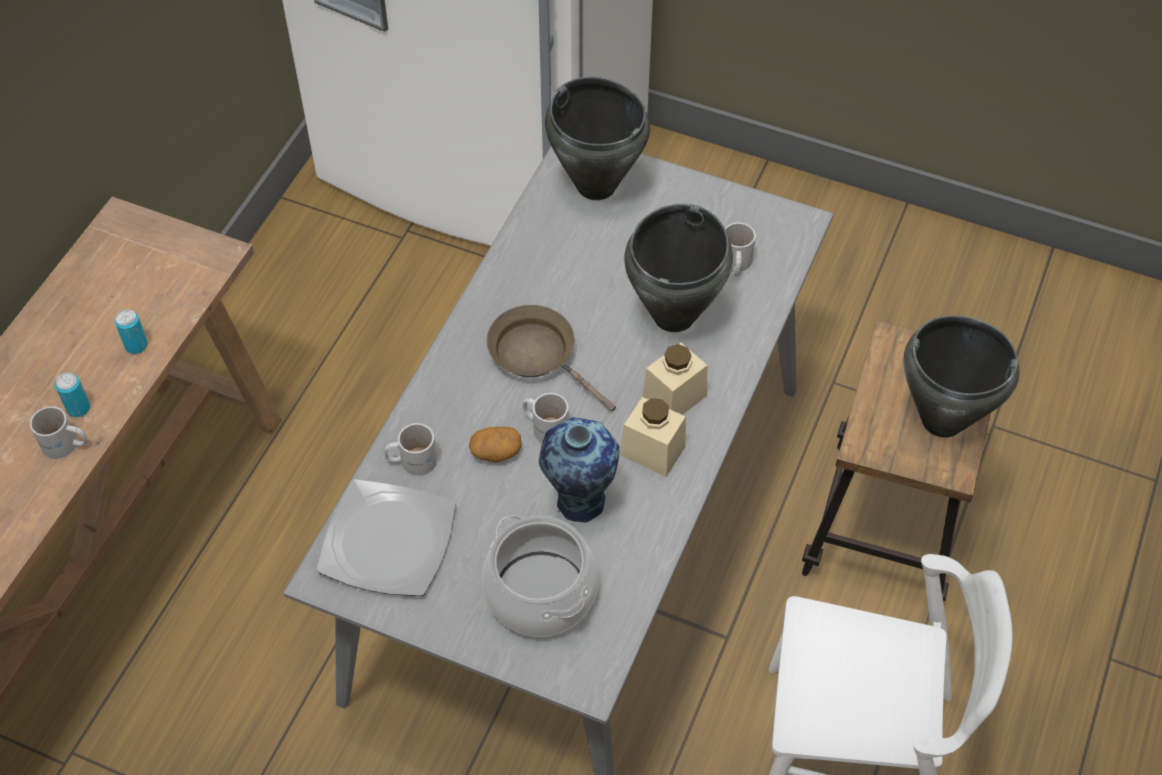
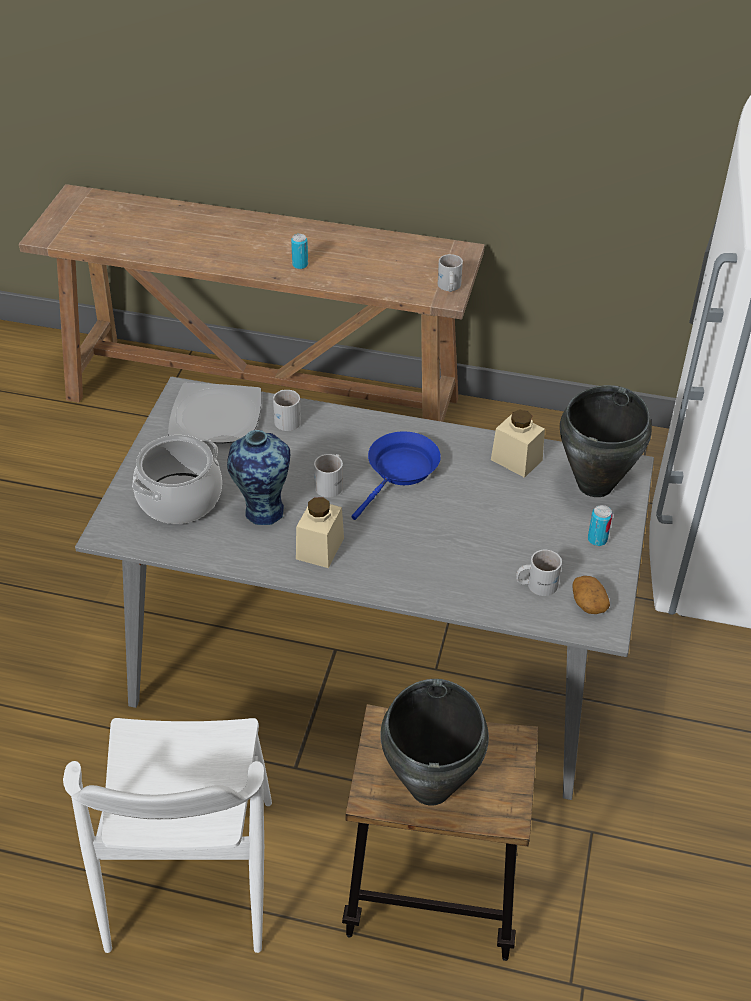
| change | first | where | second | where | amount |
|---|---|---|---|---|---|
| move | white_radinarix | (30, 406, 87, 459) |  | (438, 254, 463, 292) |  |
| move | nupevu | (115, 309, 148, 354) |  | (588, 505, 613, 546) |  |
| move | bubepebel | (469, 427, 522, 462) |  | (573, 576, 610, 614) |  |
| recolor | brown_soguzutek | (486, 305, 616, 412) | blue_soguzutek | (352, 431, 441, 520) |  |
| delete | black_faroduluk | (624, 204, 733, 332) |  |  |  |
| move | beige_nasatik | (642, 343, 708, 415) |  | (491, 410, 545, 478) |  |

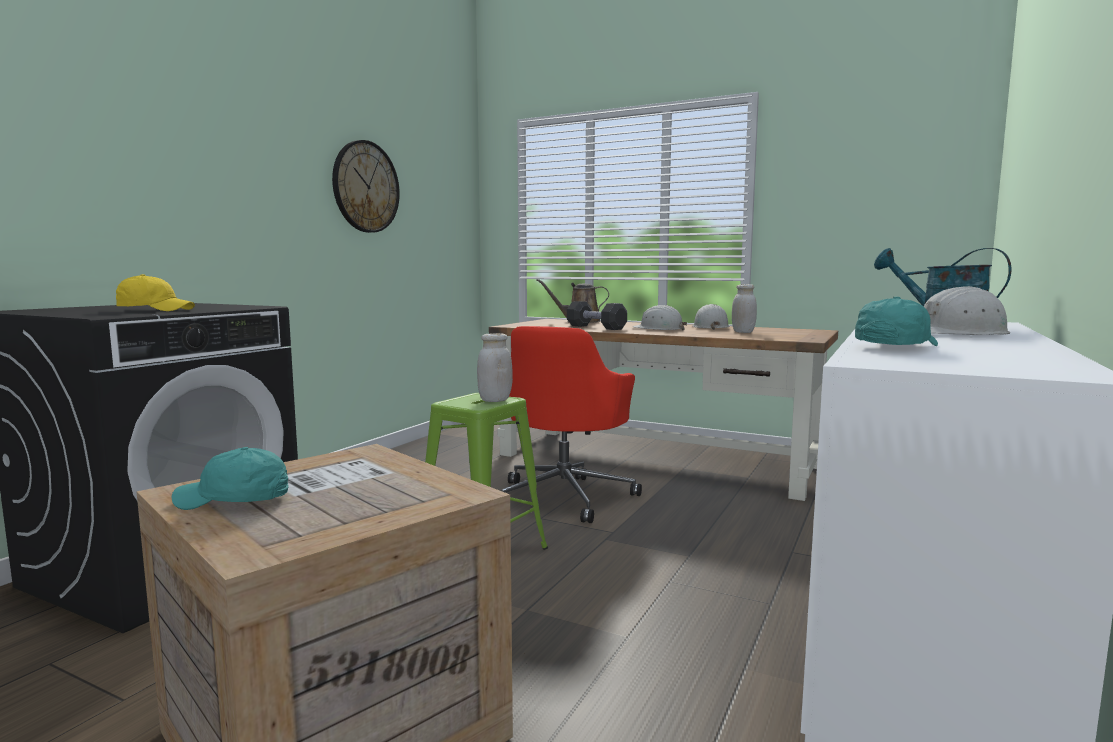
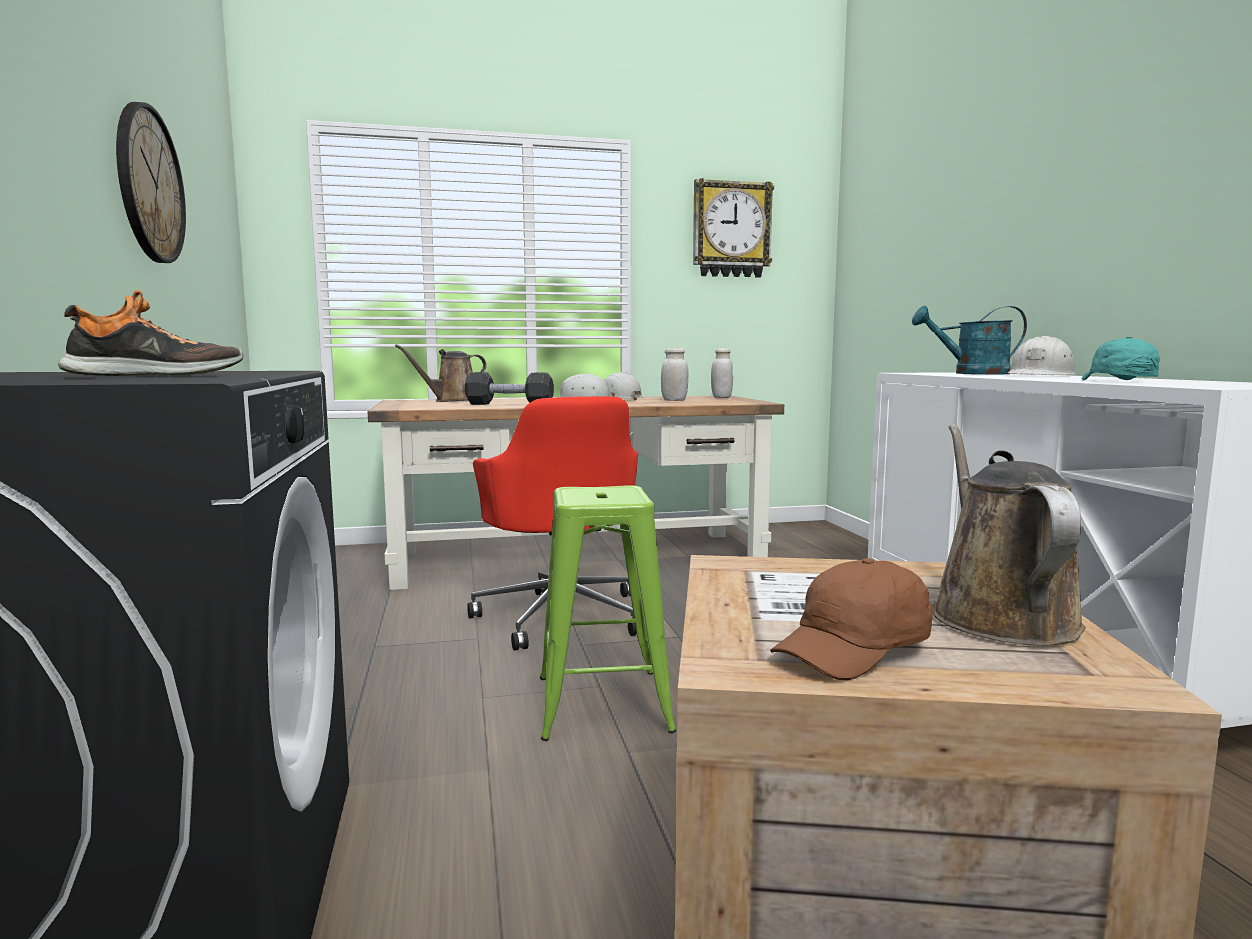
| change | first | where | second | where | amount |
|---|---|---|---|---|---|
| replace | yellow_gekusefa | (116, 274, 195, 311) | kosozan | (58, 290, 243, 376) |  |
| recolor | turquoise_gekusefa | (172, 447, 289, 510) | brown_gekusefa | (770, 558, 933, 680) |  |
| move | white_nasatik | (477, 333, 513, 402) |  | (711, 348, 733, 398) |  |
| insert |  |  | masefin | (693, 178, 774, 277) |  |
| insert |  |  | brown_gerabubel | (932, 424, 1086, 646) |  |

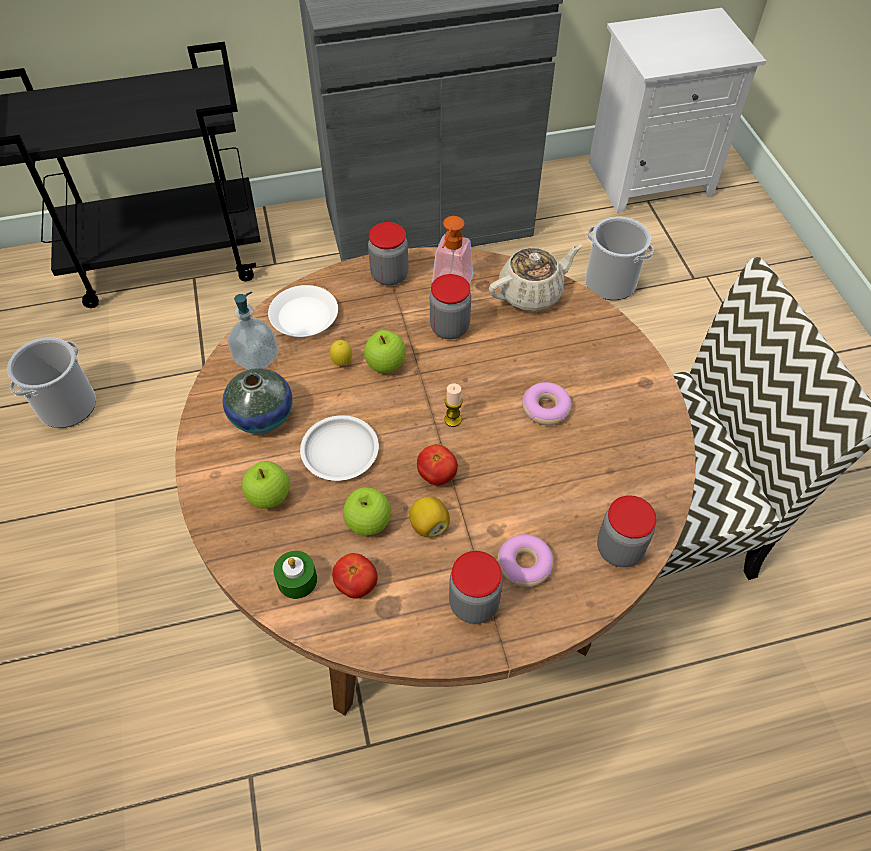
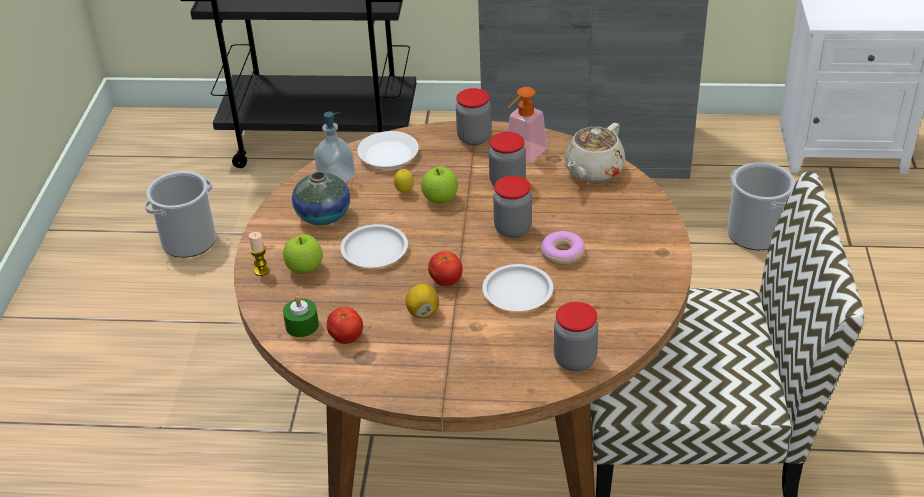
| change | first | where | second | where | amount |
|---|---|---|---|---|---|
| delete | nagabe | (343, 487, 391, 536) |  |  |  |
| move | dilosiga | (444, 384, 463, 427) |  | (249, 232, 270, 276) |  |
| move | nasatik | (449, 551, 503, 624) |  | (493, 176, 532, 238) |  |
| rotate | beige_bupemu | (489, 244, 582, 311) |  | (564, 123, 626, 182) | 135 degrees clockwise |
| delete | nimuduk | (497, 534, 554, 587) |  |  |  |
| insert |  |  | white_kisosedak | (482, 264, 553, 311) |  |

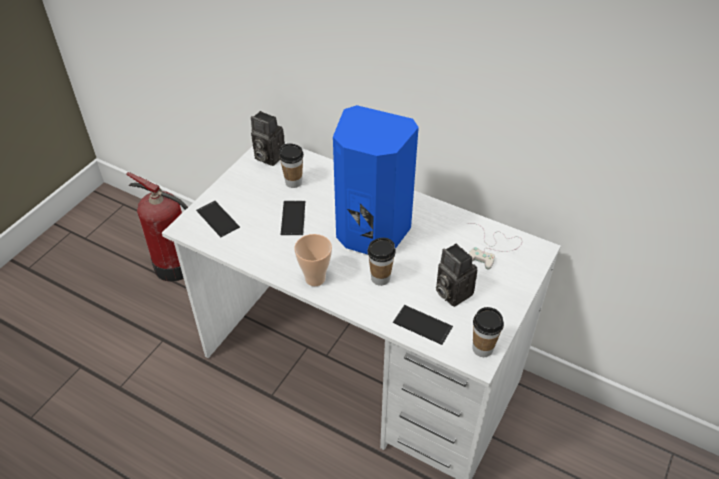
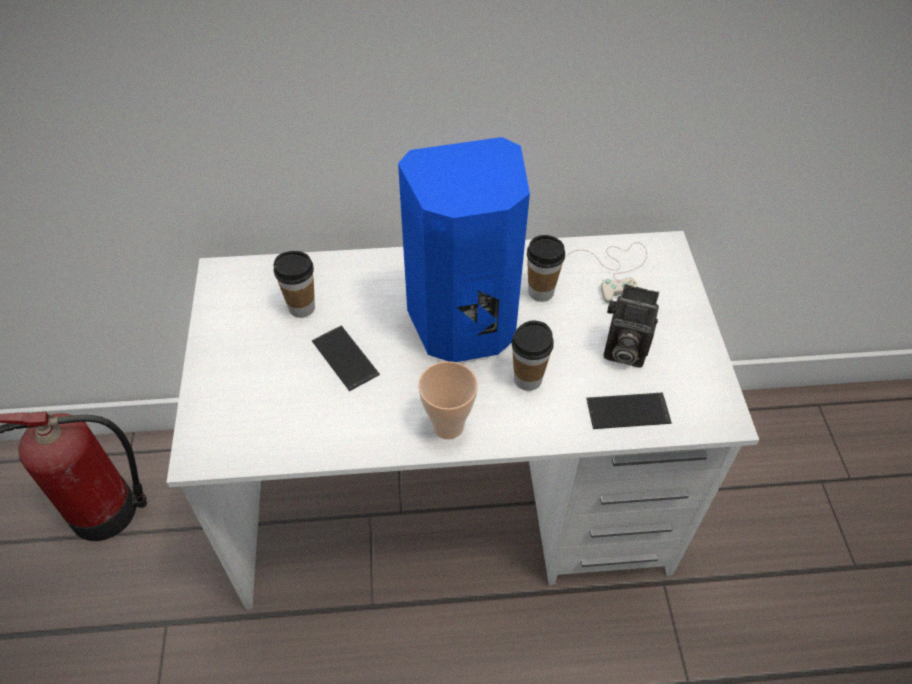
| change | first | where | second | where | amount |
|---|---|---|---|---|---|
| delete | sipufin | (196, 201, 240, 237) |  |  |  |
| delete | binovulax | (251, 111, 285, 166) |  |  |  |
| move | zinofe | (473, 307, 504, 357) |  | (527, 235, 565, 302) |  |

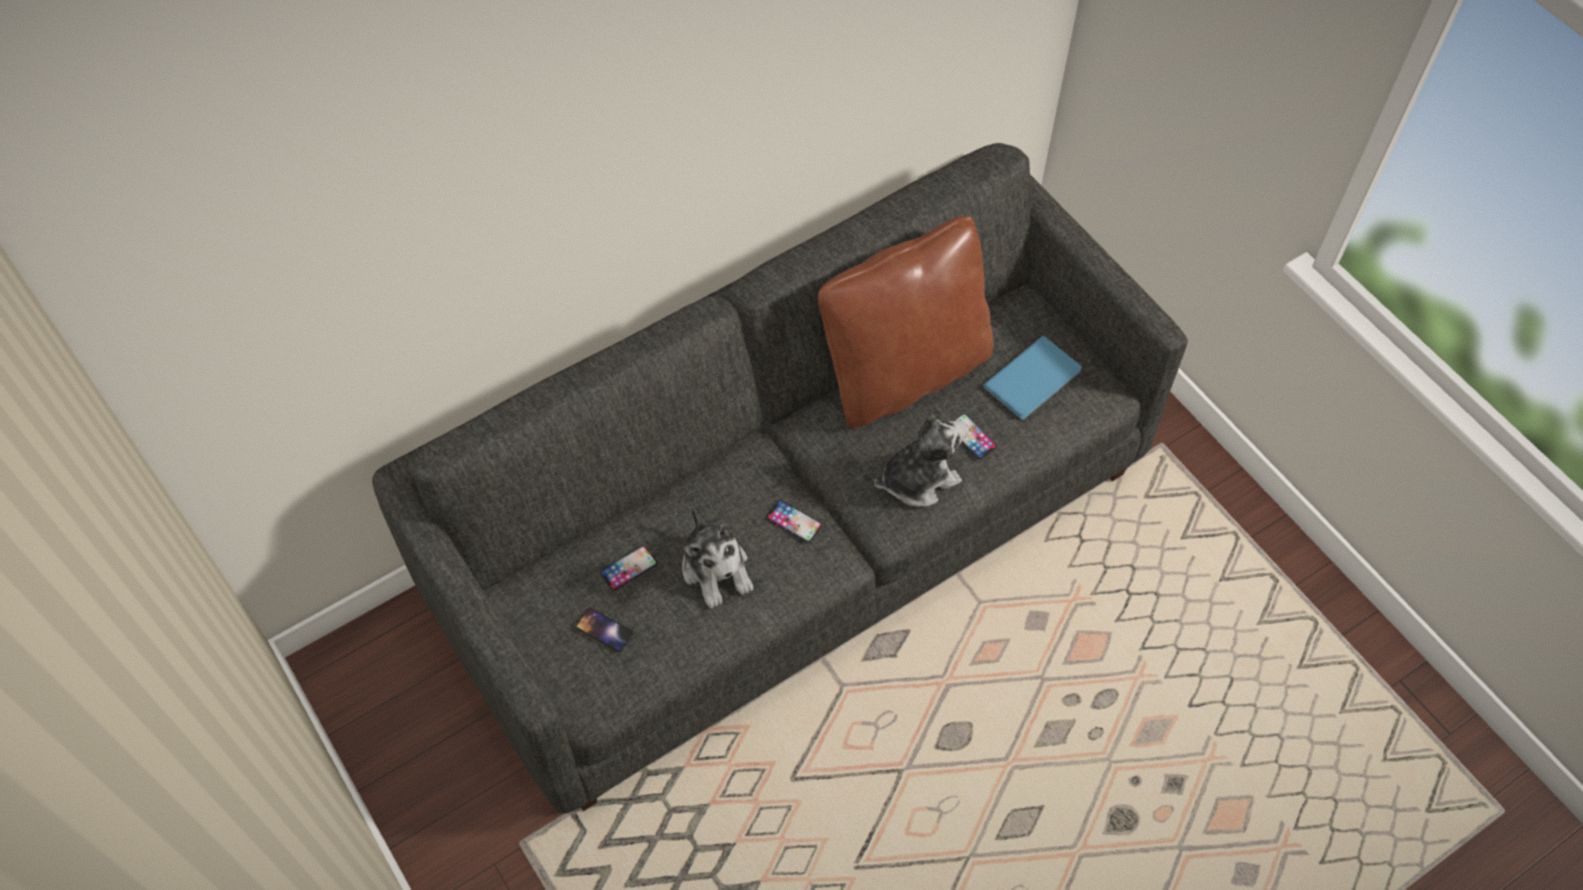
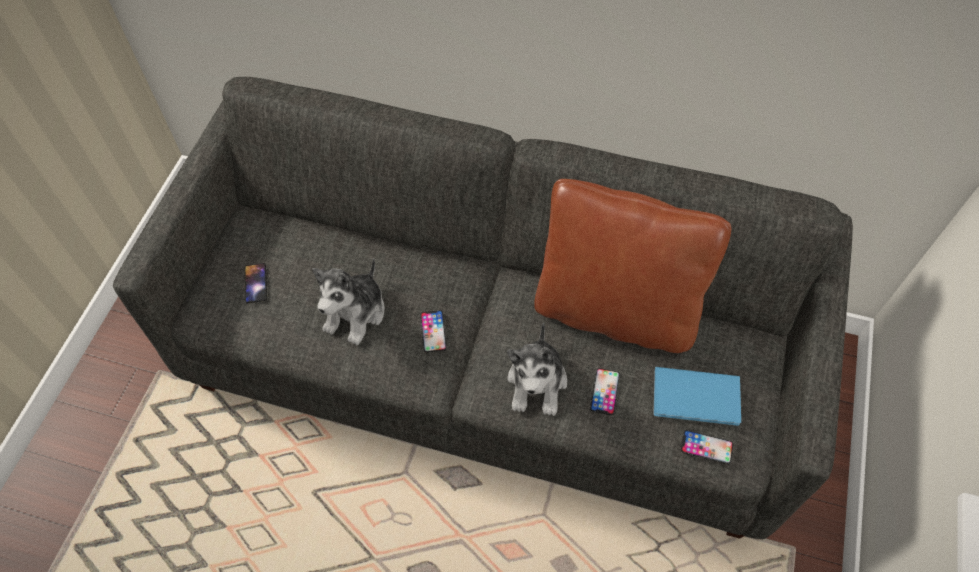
| change | first | where | second | where | amount |
|---|---|---|---|---|---|
| move | sipufin | (600, 546, 657, 591) |  | (681, 430, 733, 464) |  |
| rotate | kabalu | (874, 414, 969, 507) |  | (507, 322, 567, 416) | 75 degrees clockwise |

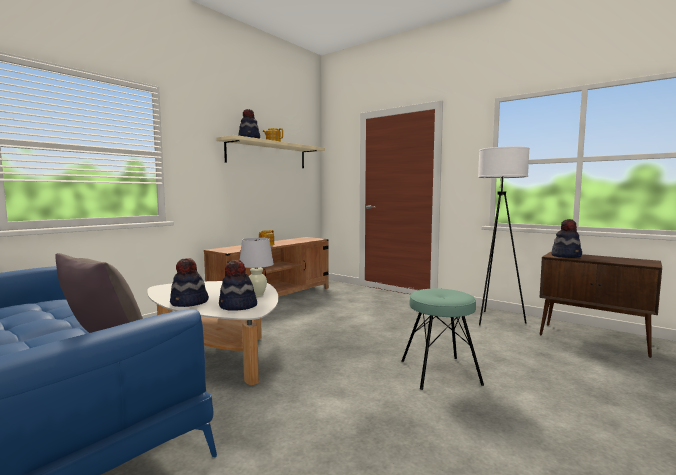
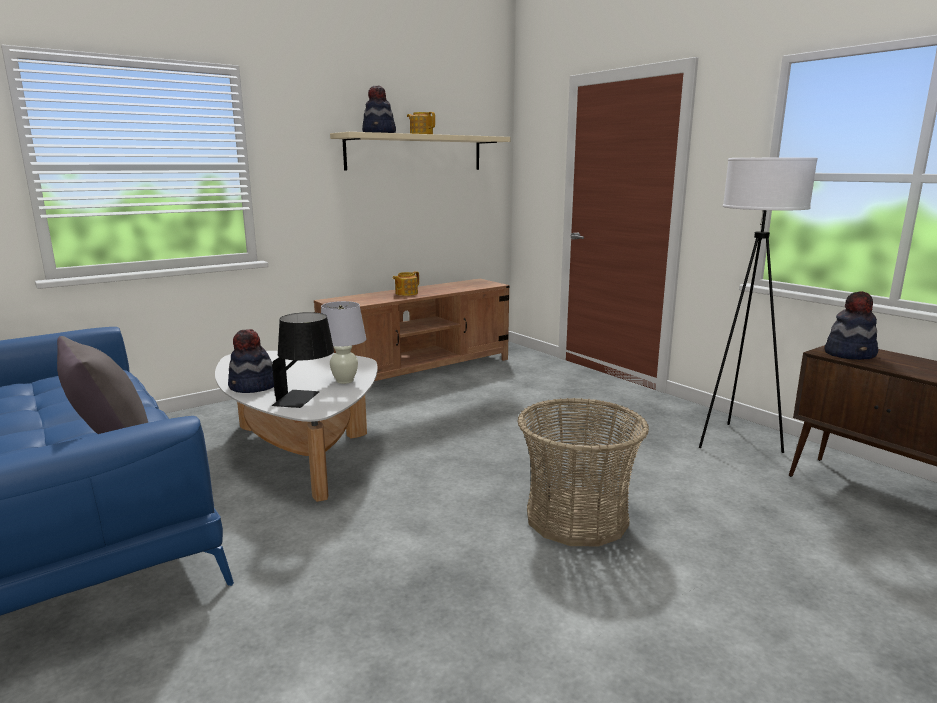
| change | first | where | second | where | amount |
|---|---|---|---|---|---|
| replace | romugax | (219, 260, 257, 311) | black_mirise | (272, 312, 334, 408) |  |
| replace | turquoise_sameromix | (401, 288, 484, 390) | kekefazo | (517, 398, 649, 546) |  |

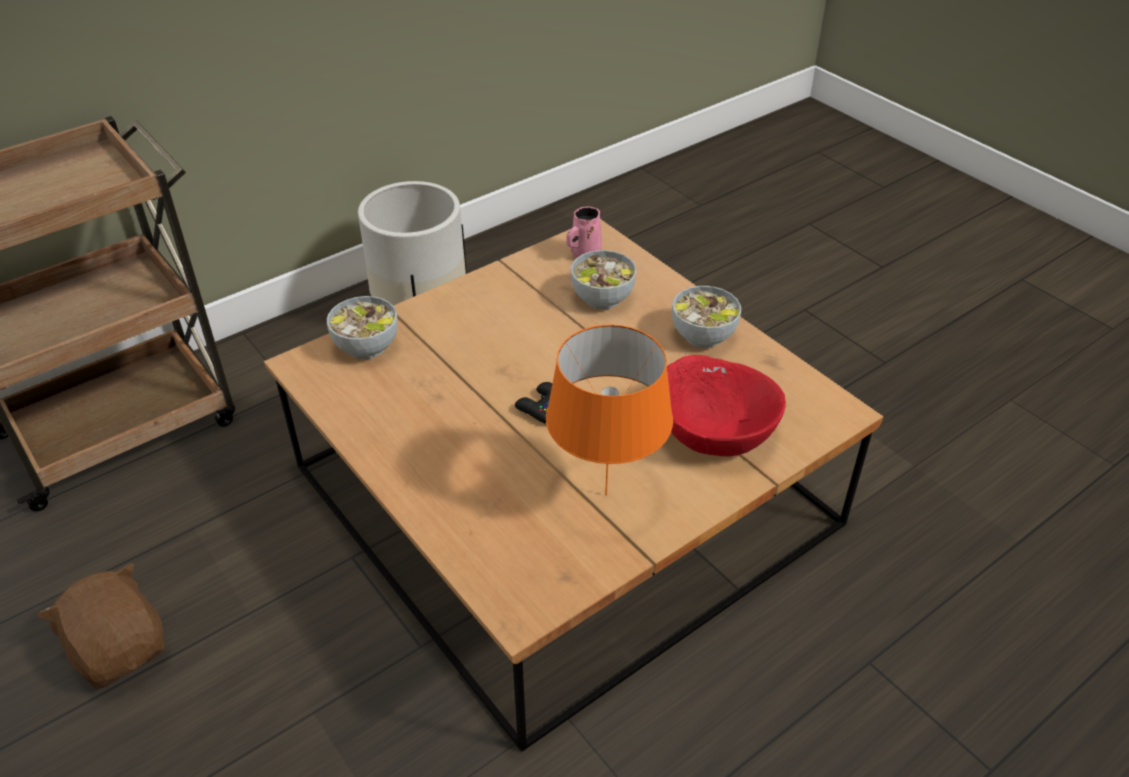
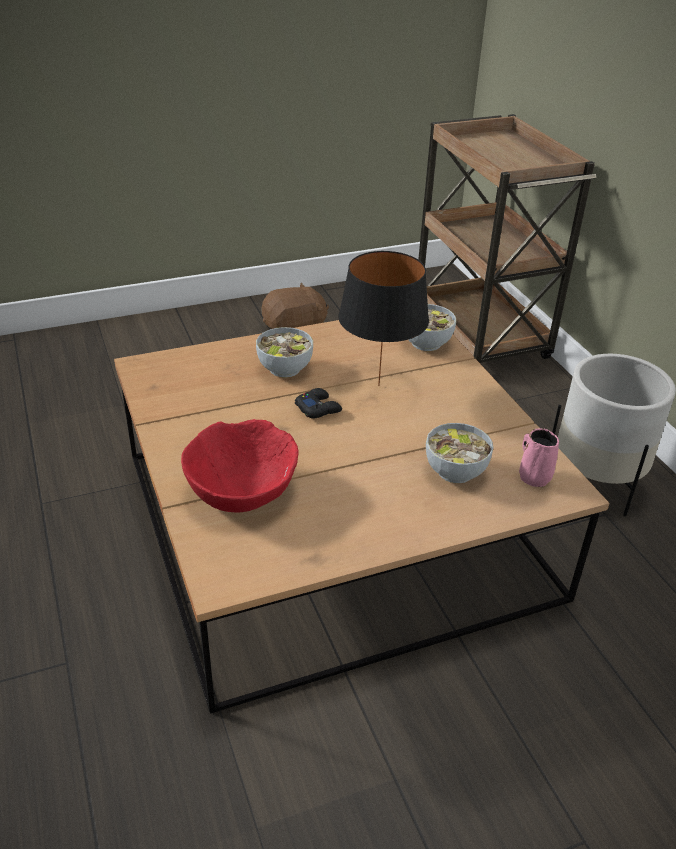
| change | first | where | second | where | amount |
|---|---|---|---|---|---|
| delete | orange_mirise | (546, 325, 673, 495) |  |  |  |
| move | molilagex | (672, 286, 741, 348) |  | (256, 327, 313, 377) |  |
| insert |  |  | black_mirise | (338, 251, 429, 386) |  |

